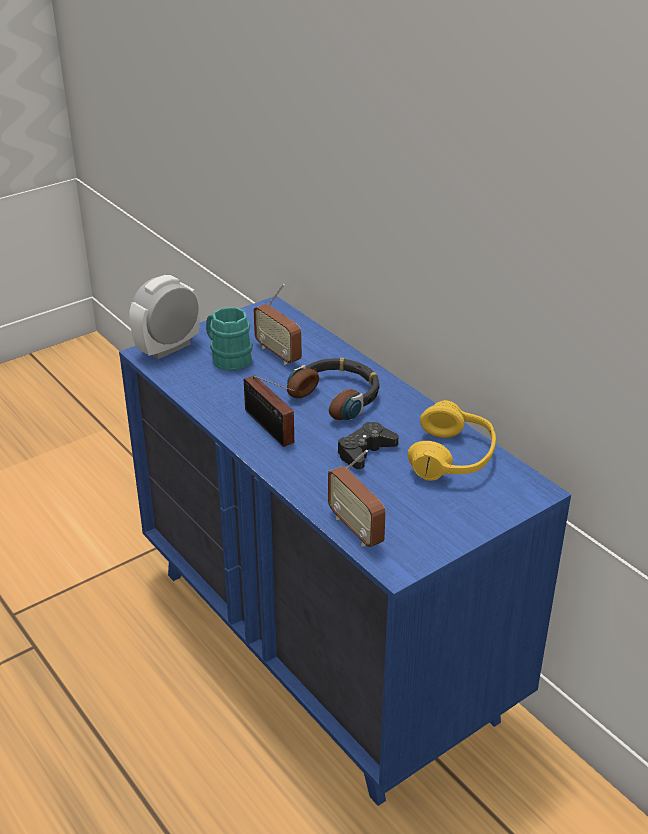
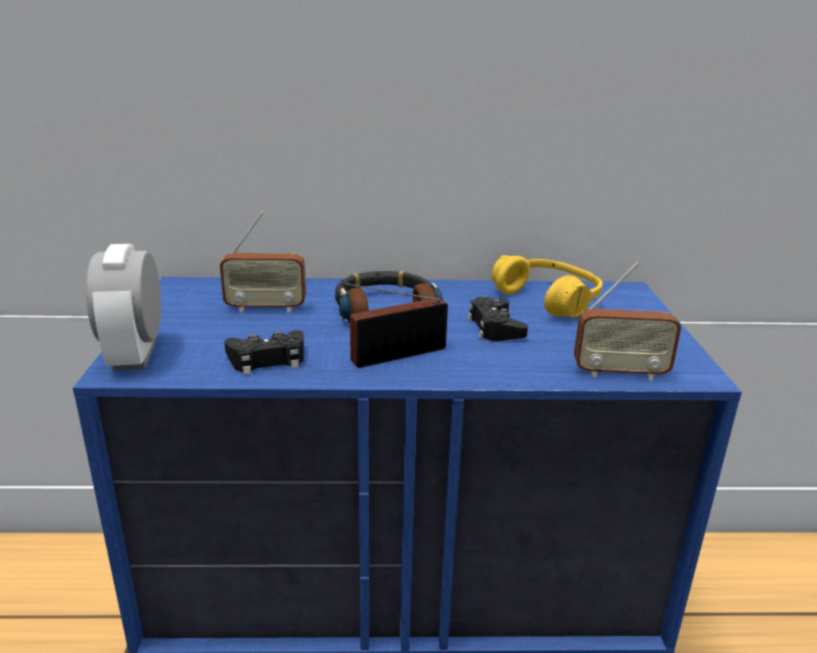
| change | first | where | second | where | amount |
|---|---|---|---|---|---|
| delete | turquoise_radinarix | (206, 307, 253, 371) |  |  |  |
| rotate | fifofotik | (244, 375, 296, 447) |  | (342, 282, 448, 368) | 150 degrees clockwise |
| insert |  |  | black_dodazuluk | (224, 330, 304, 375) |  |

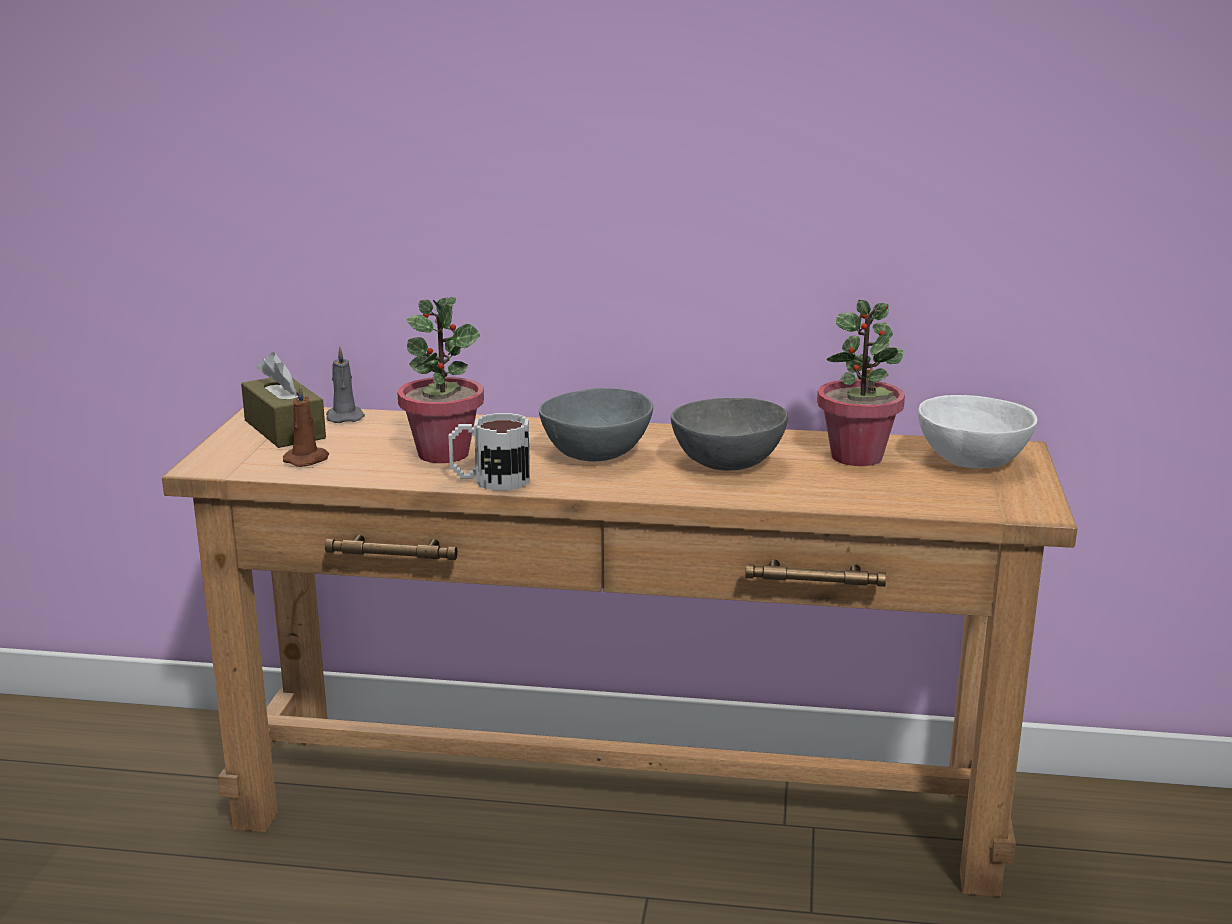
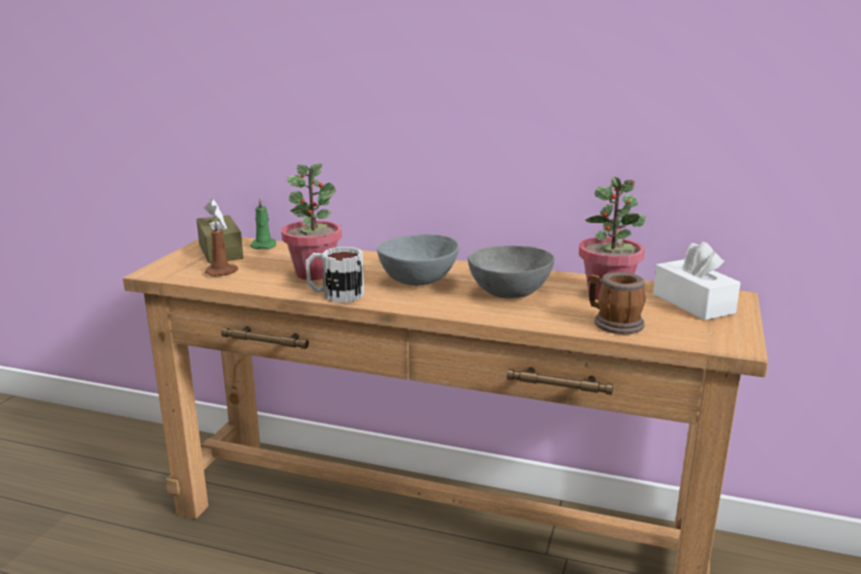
| change | first | where | second | where | amount |
|---|---|---|---|---|---|
| recolor | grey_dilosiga | (326, 347, 365, 423) | green_dilosiga | (250, 198, 276, 249) |  |
| replace | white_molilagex | (918, 395, 1037, 468) | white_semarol | (653, 241, 741, 320) |  |
| insert |  |  | radinarix | (588, 272, 646, 334) |  |

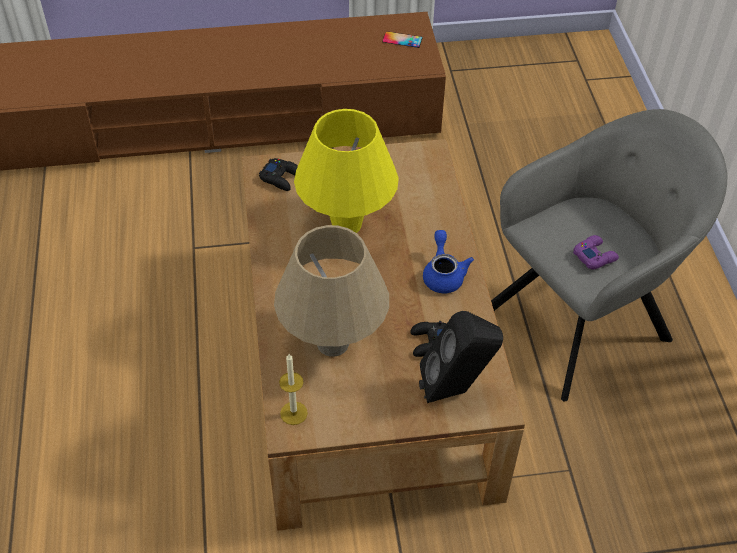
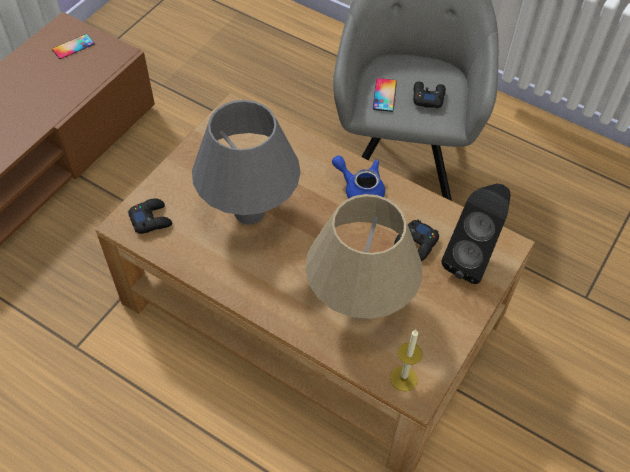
| change | first | where | second | where | amount |
|---|---|---|---|---|---|
| recolor | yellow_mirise | (294, 109, 399, 233) | grey_mirise | (192, 100, 301, 225) |  |
| recolor | purple_dodazuluk | (573, 235, 619, 270) | black_dodazuluk | (413, 82, 446, 108) |  |
| insert |  |  | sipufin | (373, 78, 397, 112) |  |

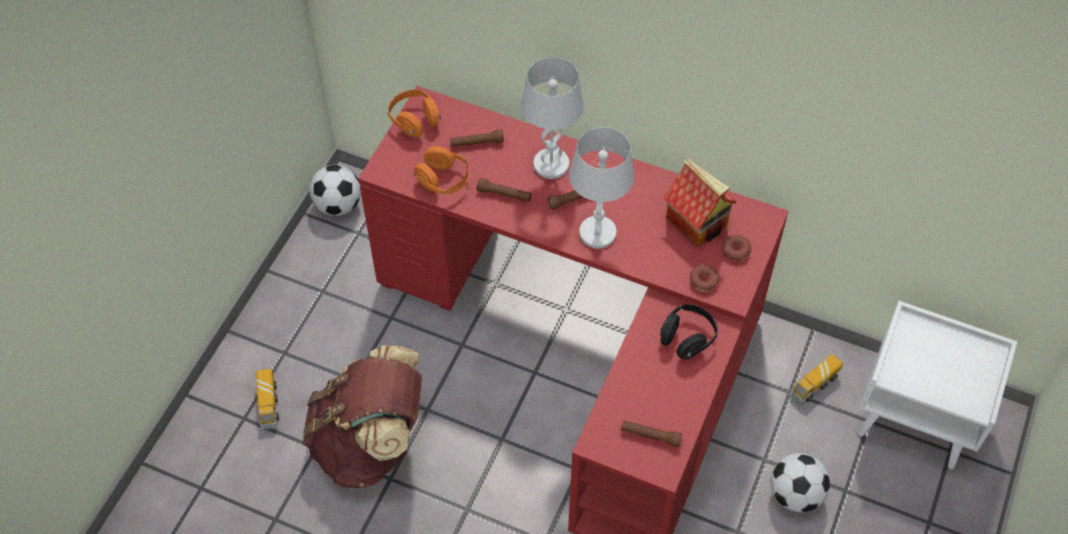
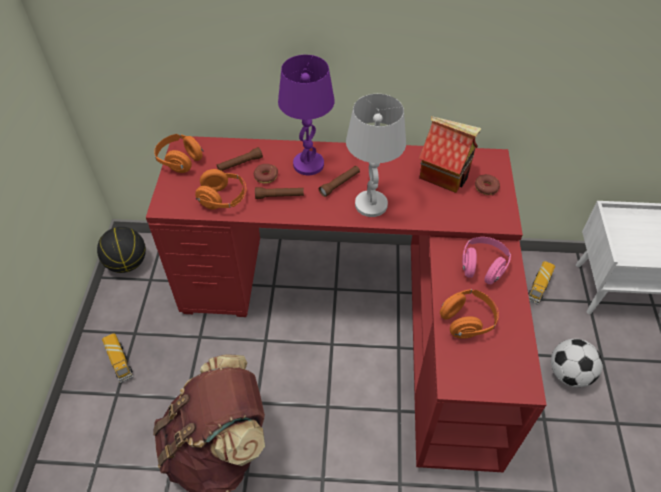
| change | first | where | second | where | amount |
|---|---|---|---|---|---|
| move | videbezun | (256, 369, 279, 430) |  | (102, 333, 133, 383) |  |
| replace | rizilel | (309, 165, 361, 216) | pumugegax | (97, 227, 146, 273) |  |
| recolor | white_mirise | (521, 57, 584, 179) | purple_mirise | (278, 55, 335, 175) |  |
| delete | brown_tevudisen | (621, 420, 682, 448) |  |  |  |
| recolor | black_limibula | (660, 304, 718, 359) | pink_limibula | (462, 237, 511, 284) |  |
| move | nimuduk | (690, 265, 720, 291) |  | (254, 164, 278, 184) |  |
| insert |  |  | orange_limibula | (440, 289, 499, 339) |  |

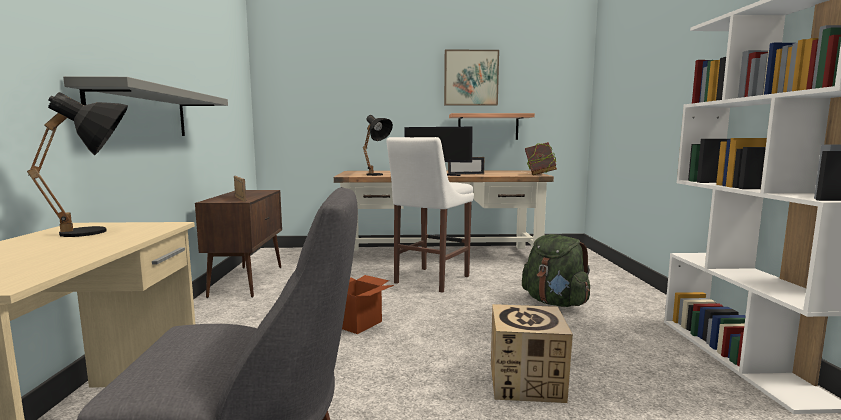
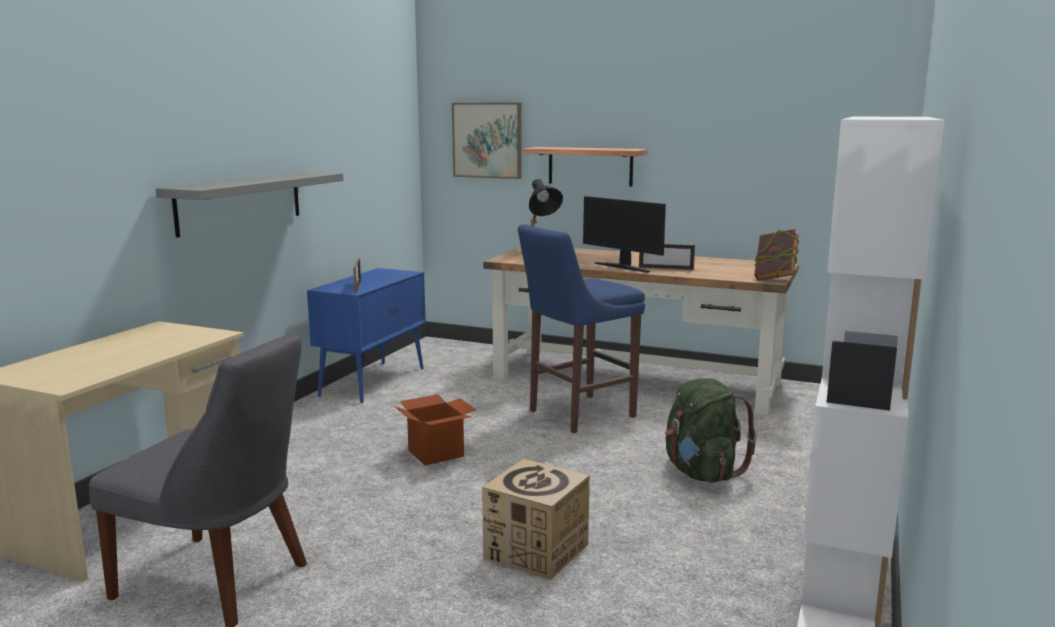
| change | first | where | second | where | amount |
|---|---|---|---|---|---|
| delete | black_mirise | (27, 92, 128, 237) |  |  |  |
| recolor | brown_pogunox | (195, 190, 282, 298) | blue_pogunox | (307, 268, 426, 403) |  |
| recolor | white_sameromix | (387, 137, 474, 293) | blue_sameromix | (518, 224, 645, 434) |  |
| move | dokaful | (444, 49, 499, 106) |  | (452, 103, 522, 179) |  |
| move | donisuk | (449, 113, 535, 140) |  | (524, 147, 647, 186) |  |

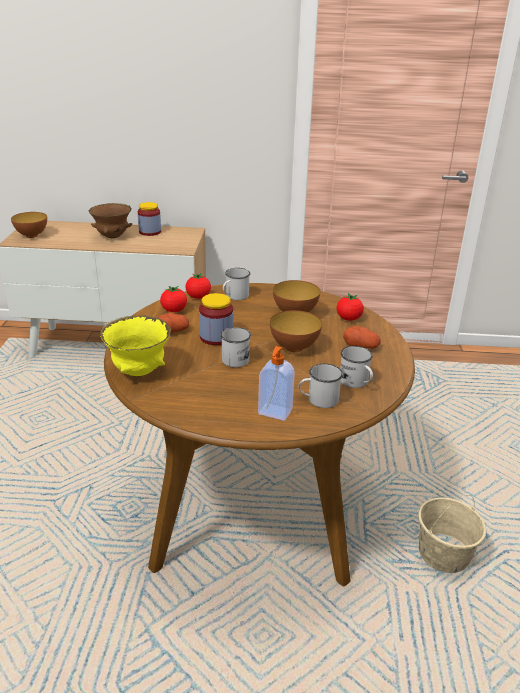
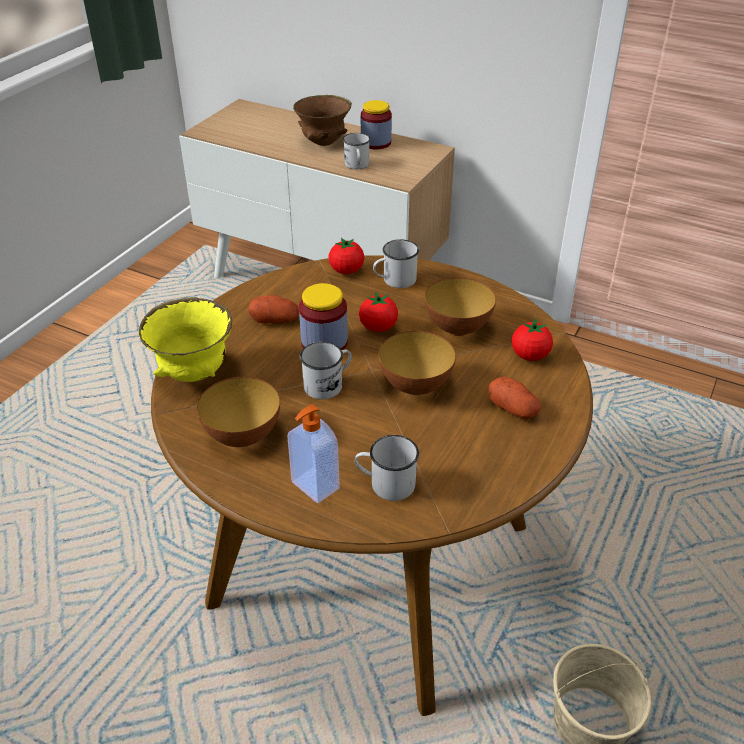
| change | first | where | second | where | amount |
|---|---|---|---|---|---|
| move | molilagex | (11, 212, 47, 238) |  | (197, 377, 280, 447) |  |
| move | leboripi | (160, 286, 187, 312) |  | (359, 292, 398, 332) |  |
| move | white_radinarix | (340, 346, 373, 388) |  | (343, 133, 370, 169) |  |

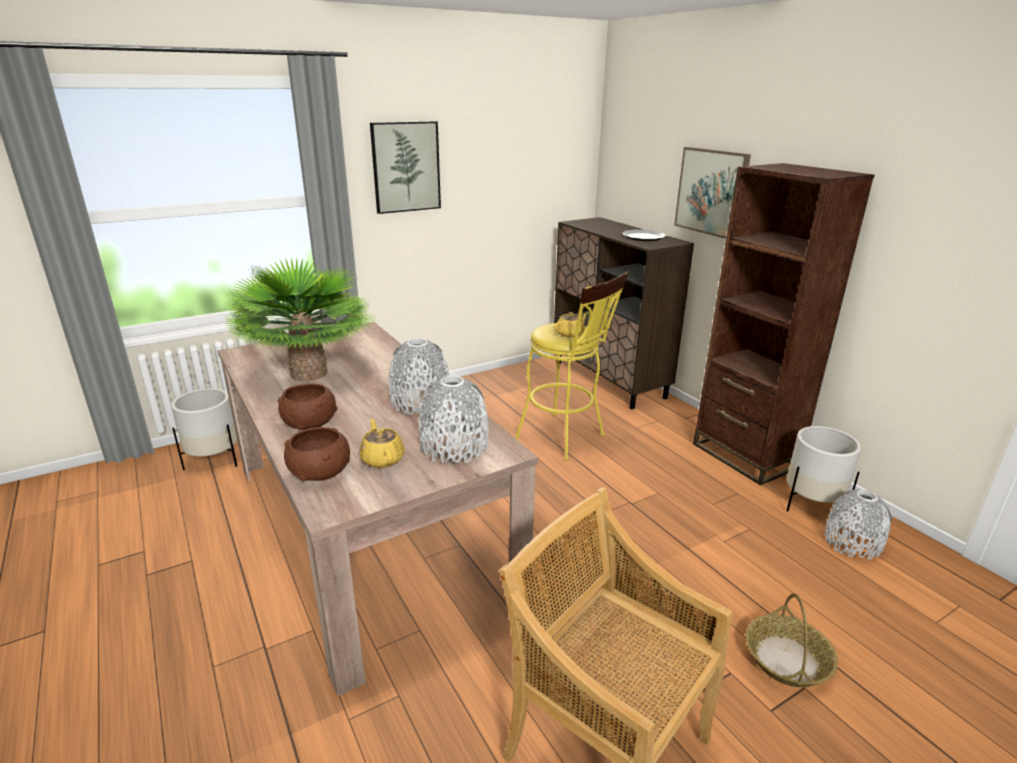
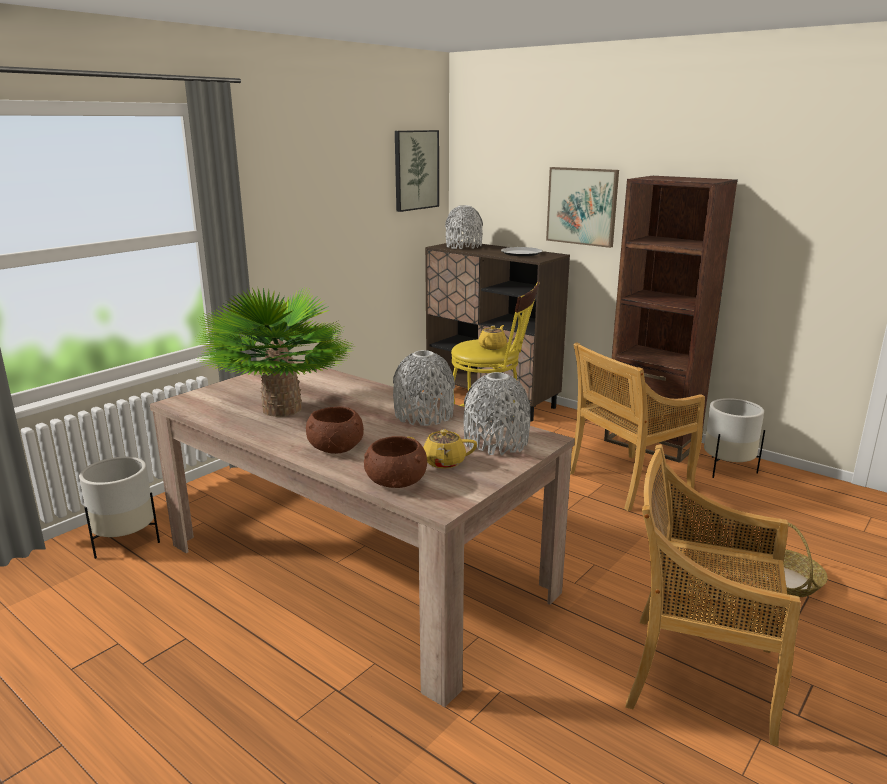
| change | first | where | second | where | amount |
|---|---|---|---|---|---|
| rotate | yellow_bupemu | (360, 419, 405, 468) |  | (408, 430, 477, 469) | 45 degrees counterclockwise |
| move | dokaful | (370, 121, 441, 214) |  | (395, 130, 439, 212) |  |
| move | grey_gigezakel | (824, 489, 892, 560) |  | (445, 205, 483, 249) |  |
| insert |  |  | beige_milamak | (570, 342, 705, 511) |  |

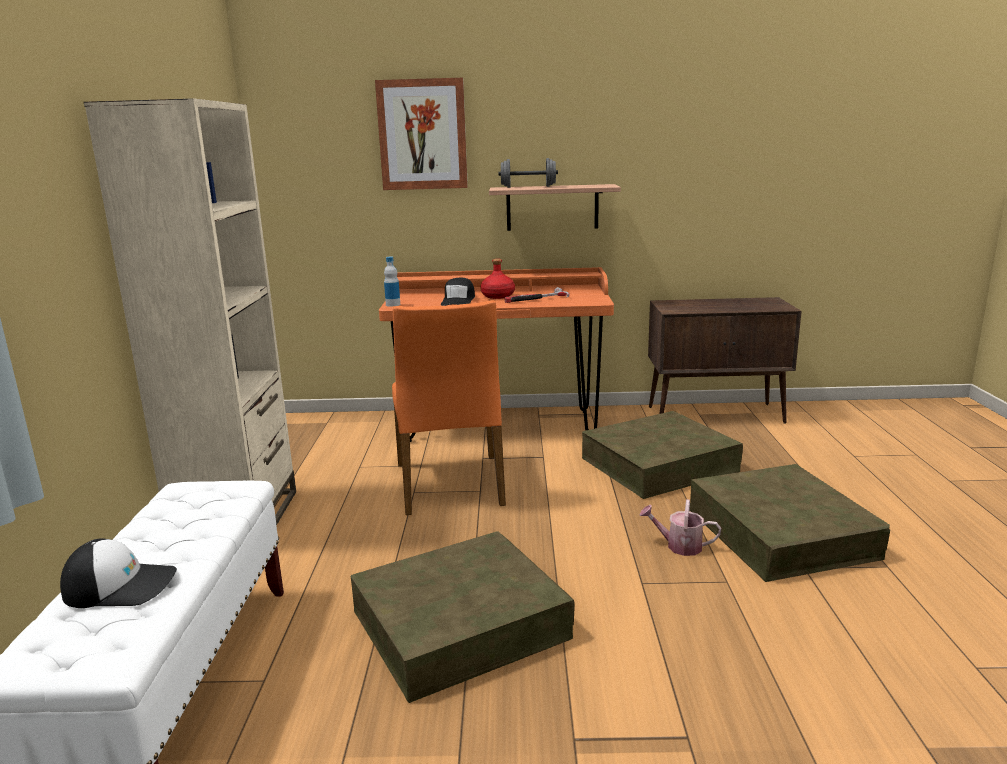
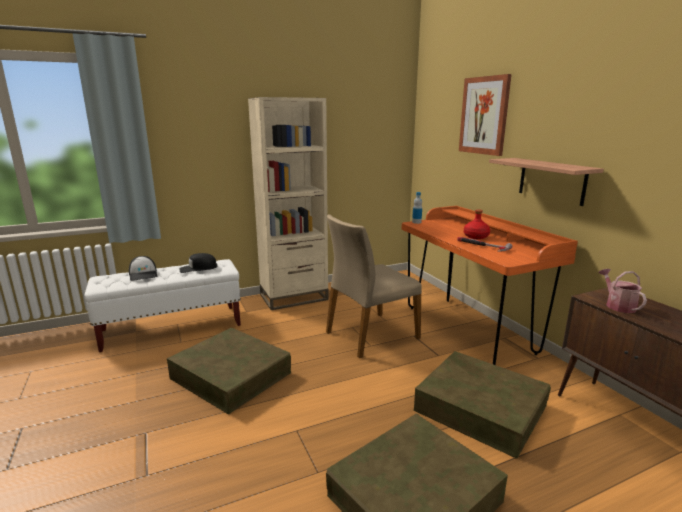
| change | first | where | second | where | amount |
|---|---|---|---|---|---|
| recolor | orange_milamak | (392, 300, 506, 515) | beige_milamak | (326, 214, 422, 358) |  |
| move | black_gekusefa | (441, 278, 475, 306) |  | (180, 253, 217, 273) |  |
| delete | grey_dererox | (498, 158, 558, 188) |  |  |  |
| move | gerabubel | (639, 499, 721, 556) |  | (599, 269, 647, 313) |  |

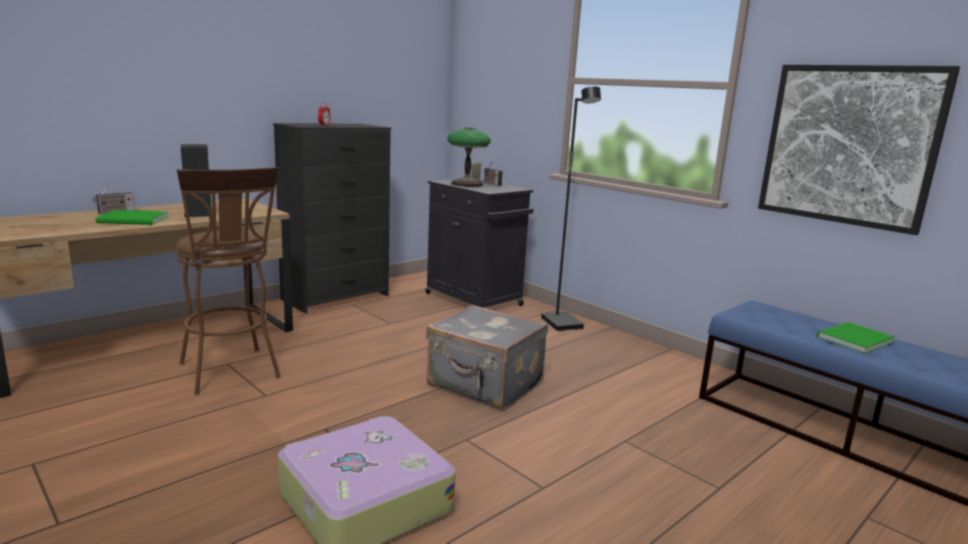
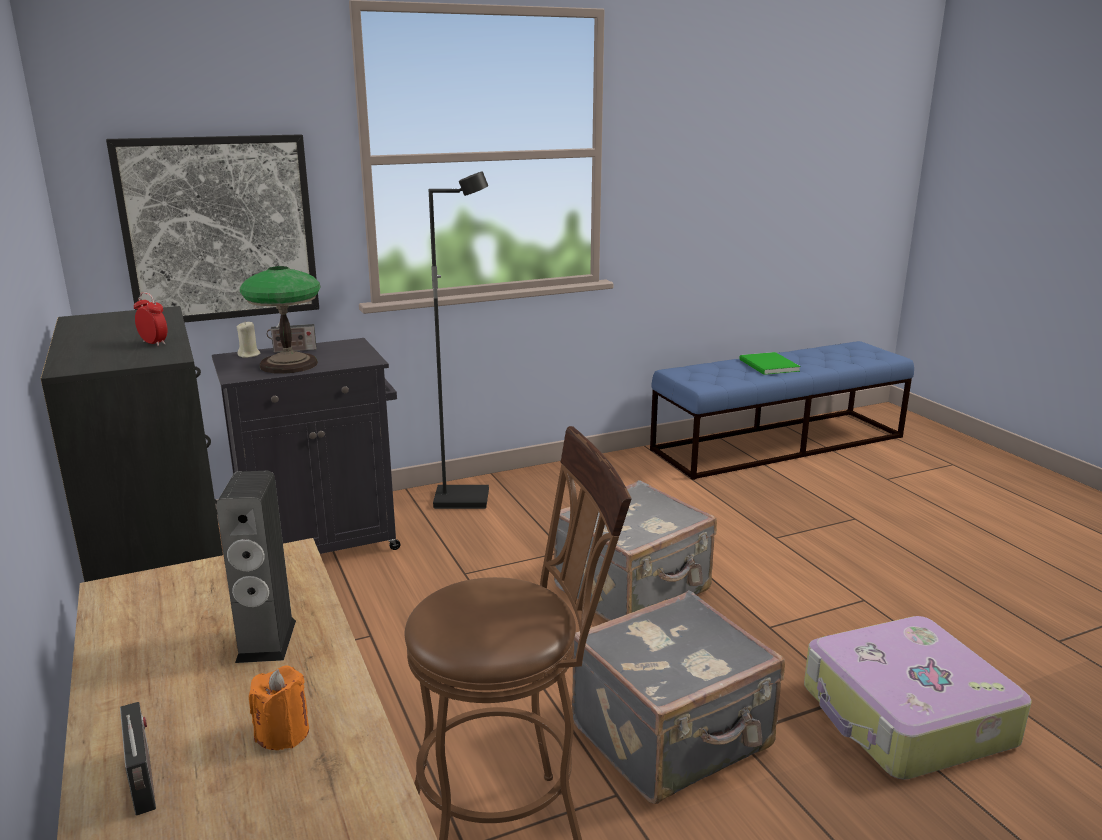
| change | first | where | second | where | amount |
|---|---|---|---|---|---|
| replace | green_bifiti | (95, 210, 168, 225) | orange_dilosiga | (249, 665, 309, 750) |  |
| move | dokaful | (758, 65, 960, 235) |  | (106, 134, 319, 323) |  |
| insert |  |  | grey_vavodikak | (572, 590, 785, 804) |  |

